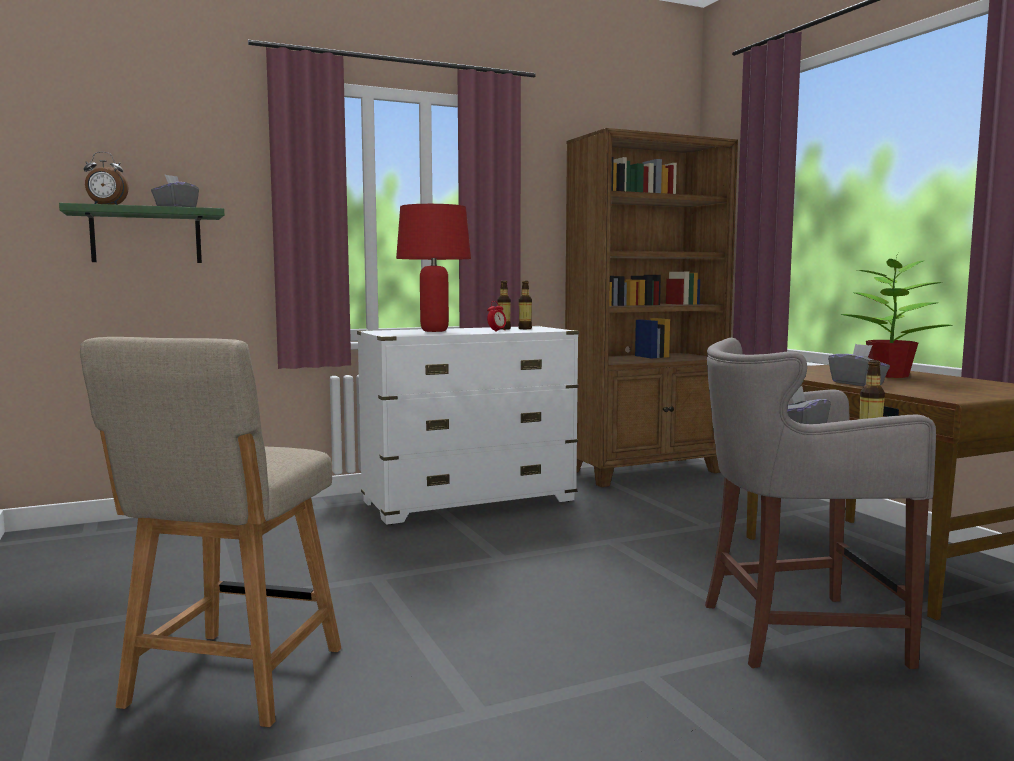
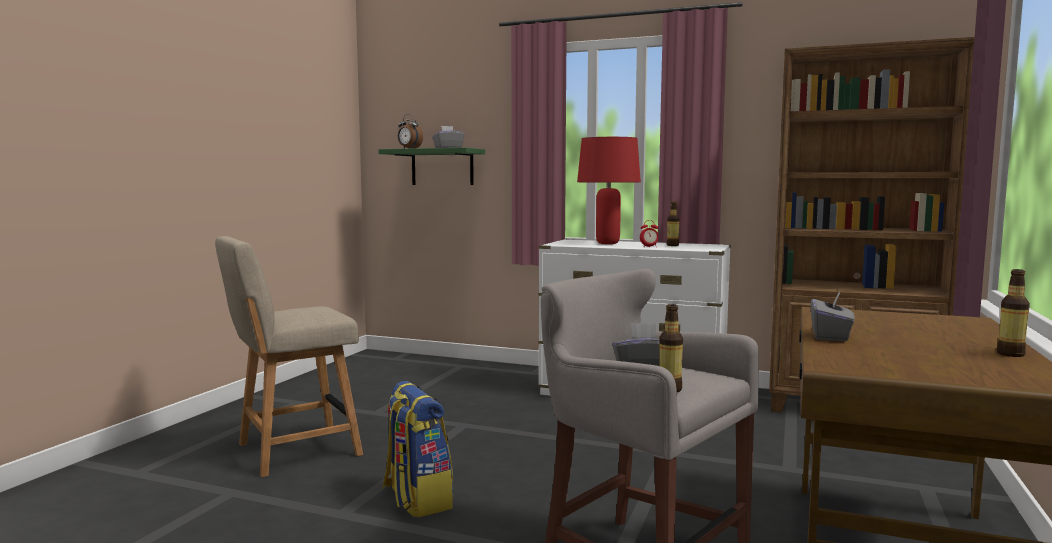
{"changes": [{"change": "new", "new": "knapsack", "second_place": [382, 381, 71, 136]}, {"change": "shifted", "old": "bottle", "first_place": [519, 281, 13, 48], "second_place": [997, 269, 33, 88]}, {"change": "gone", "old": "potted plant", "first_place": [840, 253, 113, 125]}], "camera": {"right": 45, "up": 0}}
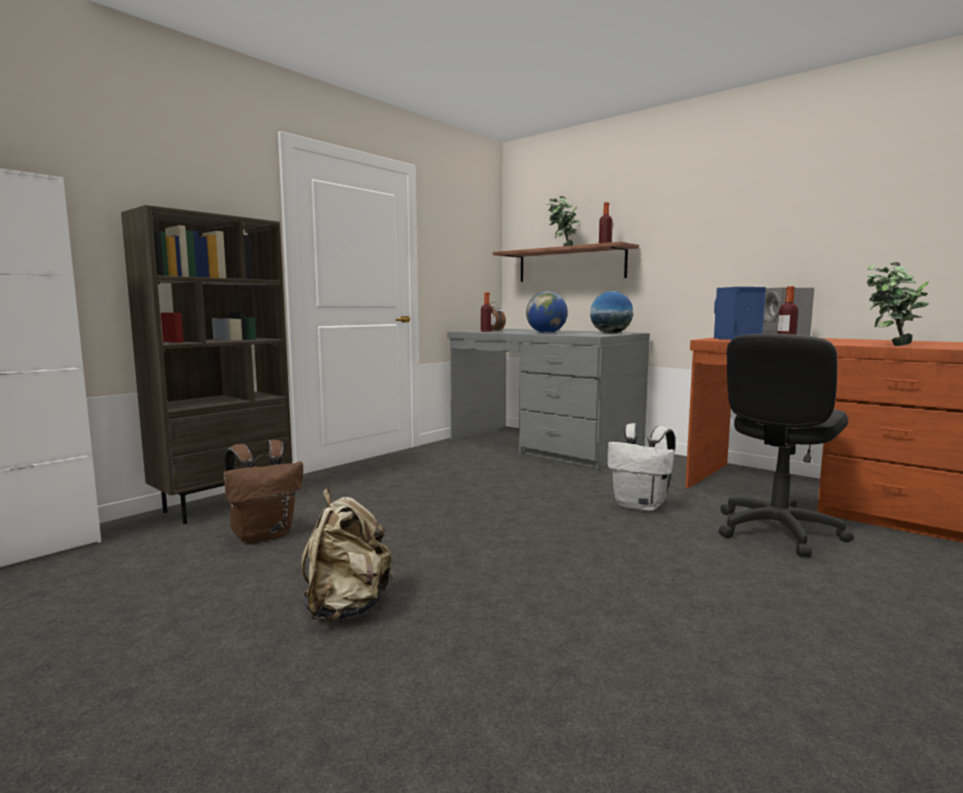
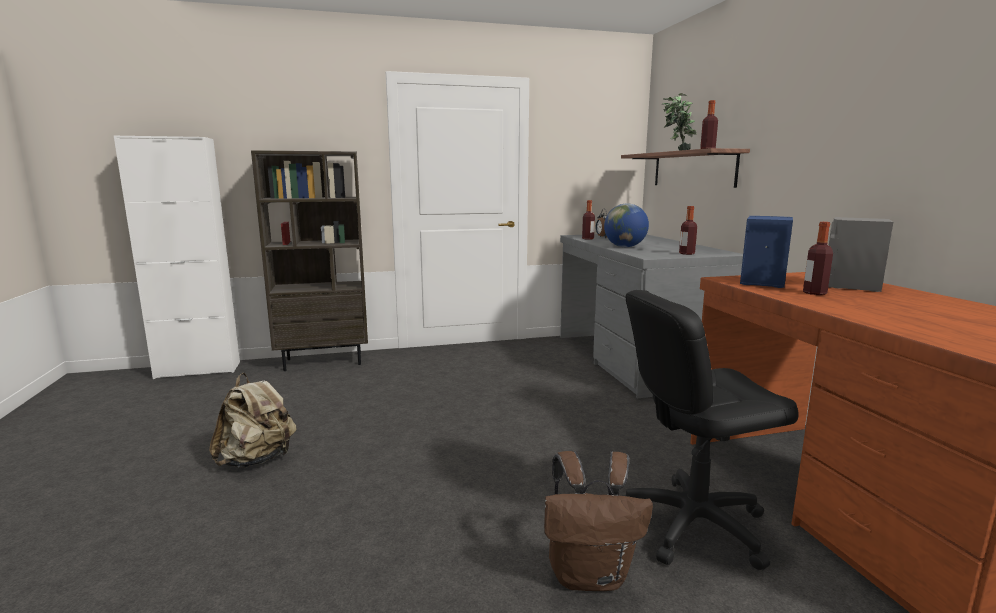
{"changes": [{"change": "shifted", "old": "brownish knapsack", "first_place": [224, 440, 79, 103], "second_place": [544, 451, 109, 140]}, {"change": "swapped", "old": "desk globe", "new": "bottle", "first_place": [590, 291, 43, 43], "second_place": [679, 206, 18, 49]}, {"change": "gone", "old": "whitish knapsack", "first_place": [607, 423, 68, 89]}, {"change": "gone", "old": "potted plant", "first_place": [867, 262, 62, 84]}], "camera": {"right": 35, "up": 5}}
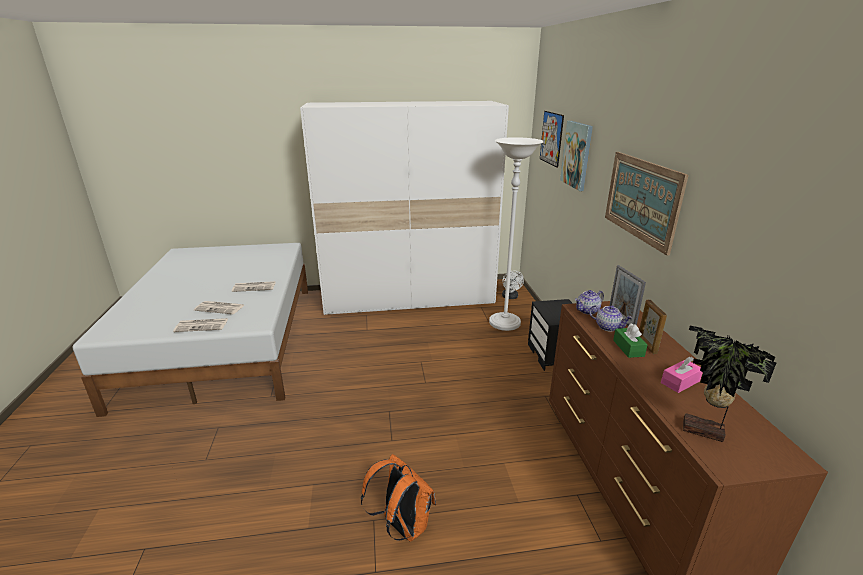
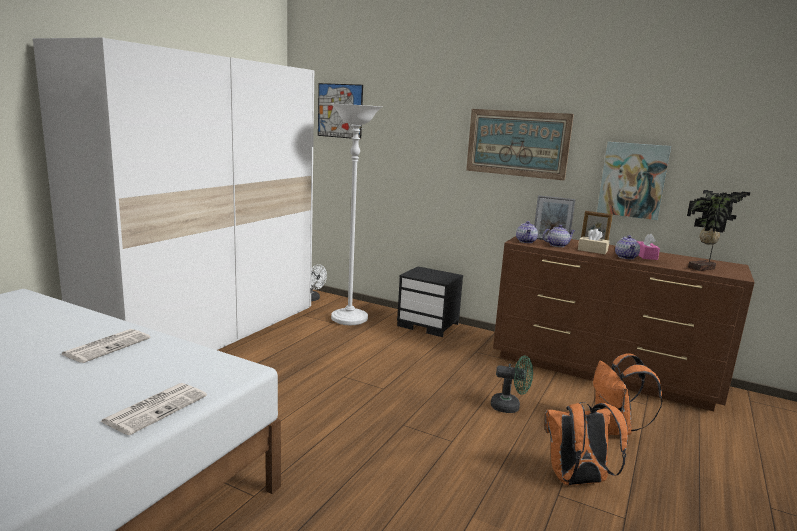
{"changes": [{"change": "new", "new": "green cooling fan", "second_place": [491, 356, 42, 57]}, {"change": "repainted", "old": "green tissue holder", "new": "beige tissue holder", "first_place": [613, 323, 35, 35], "second_place": [578, 228, 31, 26]}, {"change": "new", "new": "orange-coloured knapsack", "second_place": [593, 353, 69, 82]}, {"change": "shifted", "old": "wall art", "first_place": [560, 121, 33, 70], "second_place": [597, 142, 74, 78]}, {"change": "new", "new": "pot for tea", "second_place": [615, 235, 25, 24]}, {"change": "gone", "old": "printed paper", "first_place": [194, 301, 50, 13]}], "camera": {"right": -55, "up": -10}}
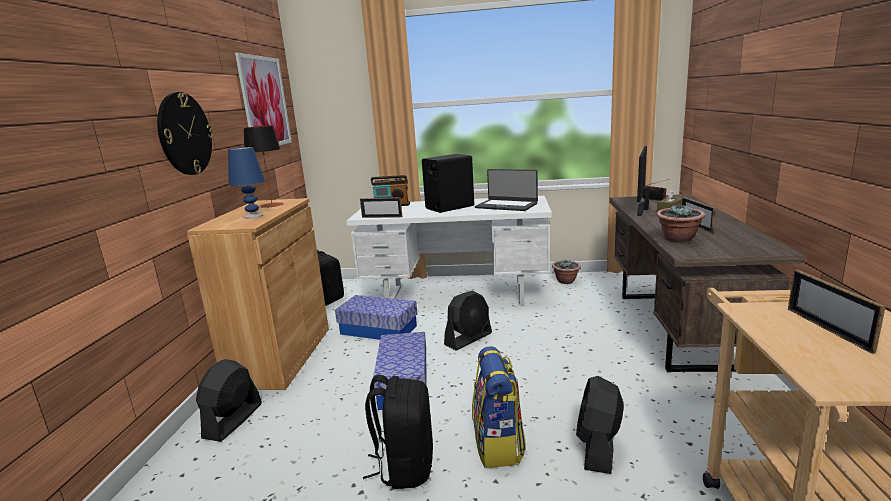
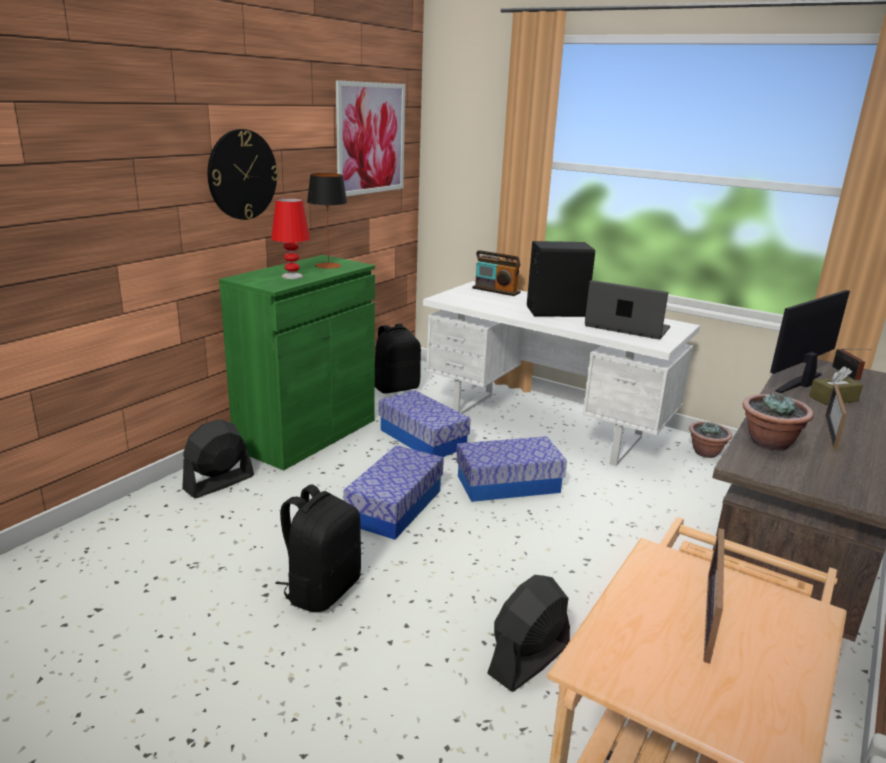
{"changes": [{"change": "repainted", "old": "brownish cabinet", "new": "green cabinet", "first_place": [187, 198, 142, 192], "second_place": [219, 255, 156, 215]}, {"change": "repainted", "old": "bluish lamp for a table", "new": "reddish lamp for a table", "first_place": [228, 147, 37, 72], "second_place": [271, 198, 39, 81]}, {"change": "swapped", "old": "black cooling fan", "new": "storage bin", "first_place": [444, 291, 48, 60], "second_place": [456, 436, 111, 66]}, {"change": "rotated", "old": "laptop", "first_place": [475, 169, 63, 42], "second_place": [585, 280, 85, 60], "degrees": 150}, {"change": "gone", "old": "standing frame", "first_place": [360, 197, 42, 21]}, {"change": "gone", "old": "knapsack", "first_place": [472, 346, 54, 122]}], "camera": {"right": 25, "up": 5}}
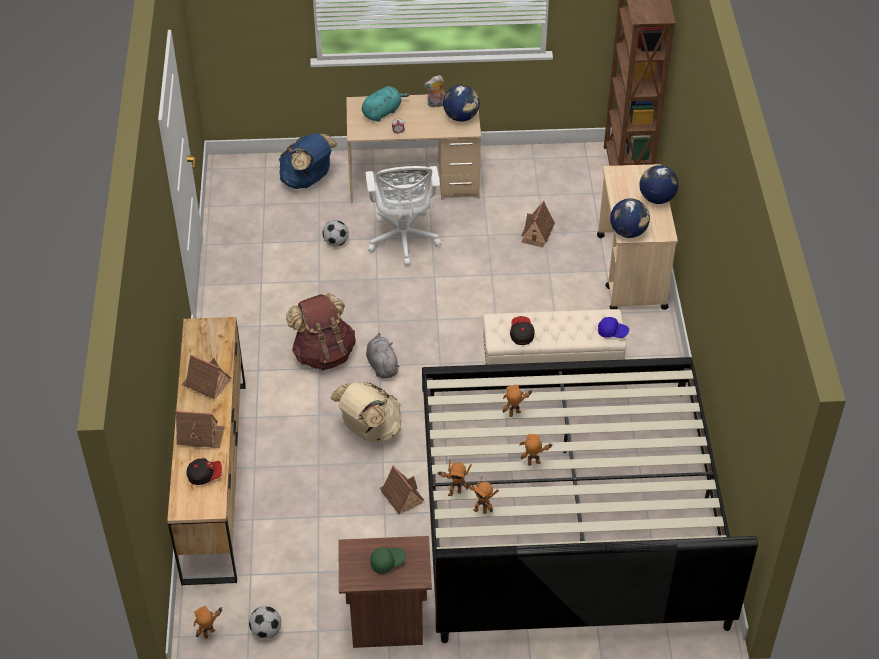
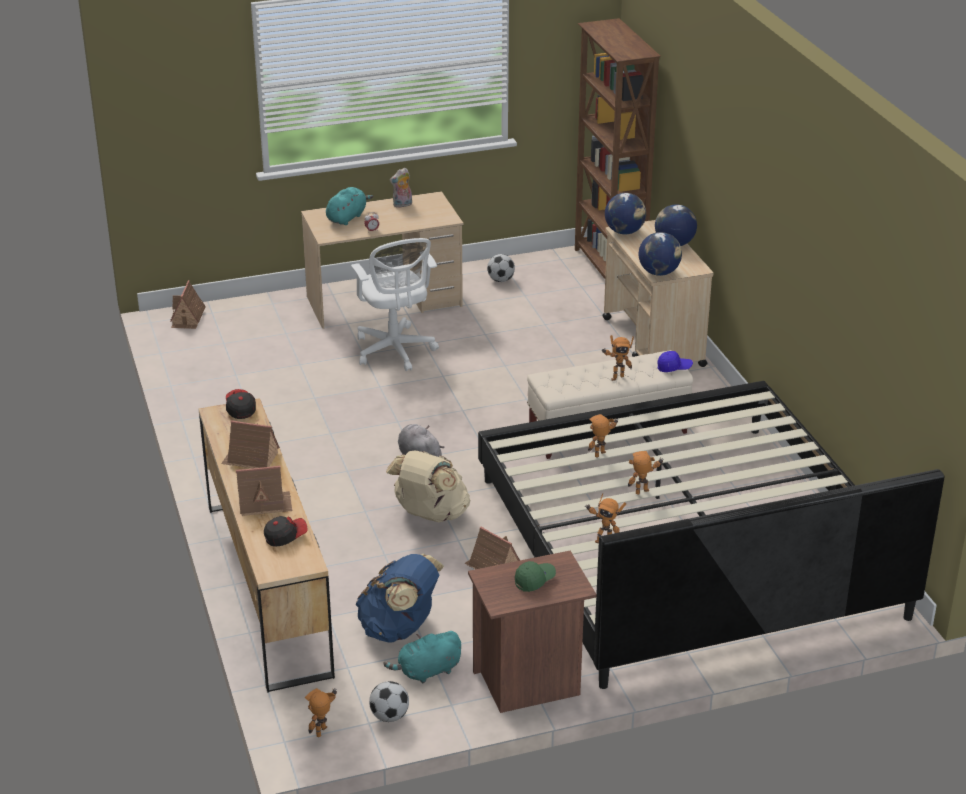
{"changes": [{"change": "shifted", "old": "toy house", "first_place": [521, 200, 34, 48], "second_place": [170, 280, 36, 49]}, {"change": "shifted", "old": "peaked cap", "first_place": [510, 316, 25, 29], "second_place": [226, 389, 30, 30]}, {"change": "shifted", "old": "bluish knapsack", "first_place": [279, 133, 59, 56], "second_place": [355, 554, 89, 88]}, {"change": "new", "new": "blue-green plush toy", "second_place": [383, 631, 78, 52]}, {"change": "shifted", "old": "ball for football", "first_place": [323, 220, 26, 27], "second_place": [487, 254, 28, 28]}, {"change": "shifted", "old": "toy robot", "first_place": [438, 460, 34, 36], "second_place": [601, 335, 33, 46]}, {"change": "shifted", "old": "desk globe", "first_place": [443, 85, 37, 37], "second_place": [605, 193, 41, 41]}, {"change": "gone", "old": "brownish knapsack", "first_place": [286, 293, 70, 77]}], "camera": {"right": -15, "up": -15}}
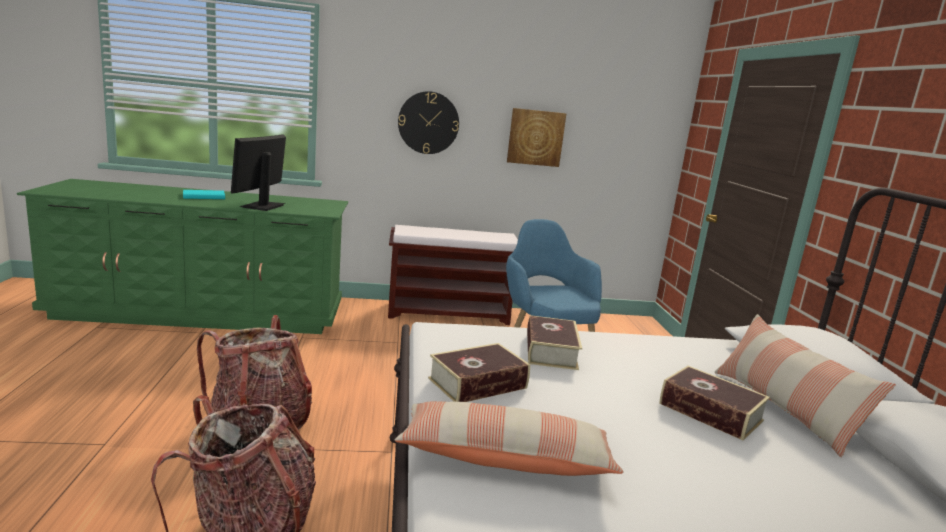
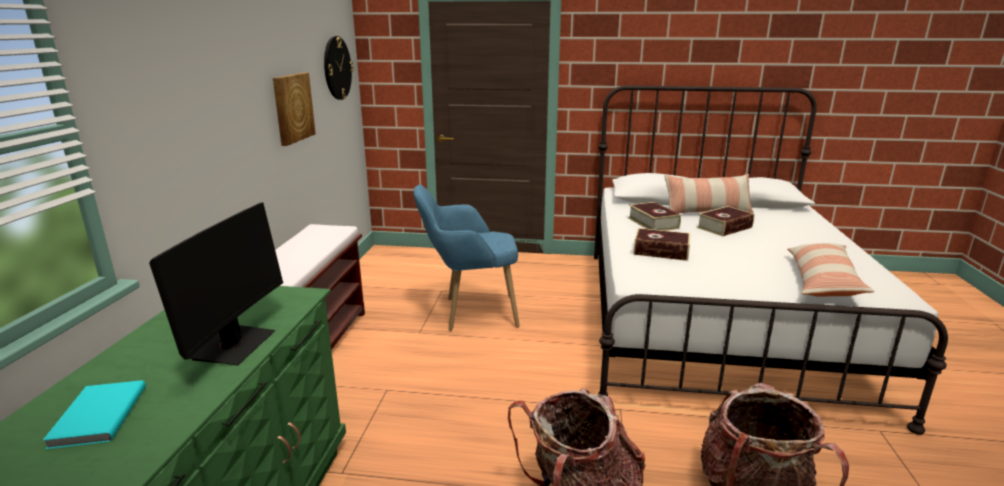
{"changes": [{"change": "rotated", "old": "computer screen", "first_place": [231, 134, 55, 77], "second_place": [149, 202, 134, 164], "degrees": -105}, {"change": "shifted", "old": "hanging clock", "first_place": [398, 91, 61, 63], "second_place": [324, 36, 30, 64]}, {"change": "shifted", "old": "volume", "first_place": [428, 343, 102, 59], "second_place": [628, 202, 53, 29]}], "camera": {"right": -75, "up": 5}}
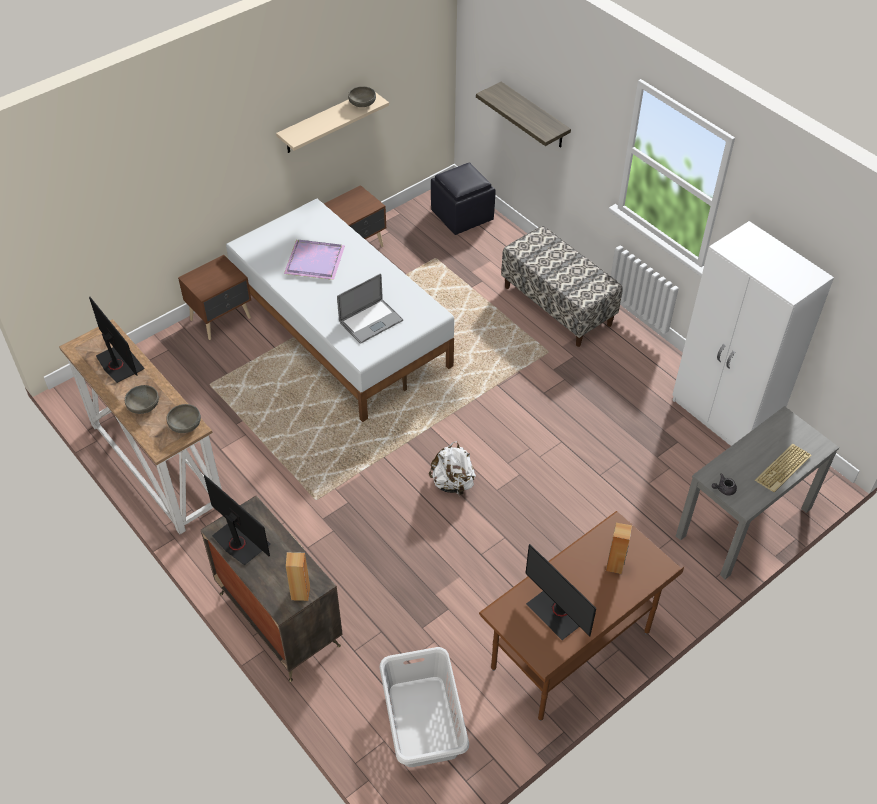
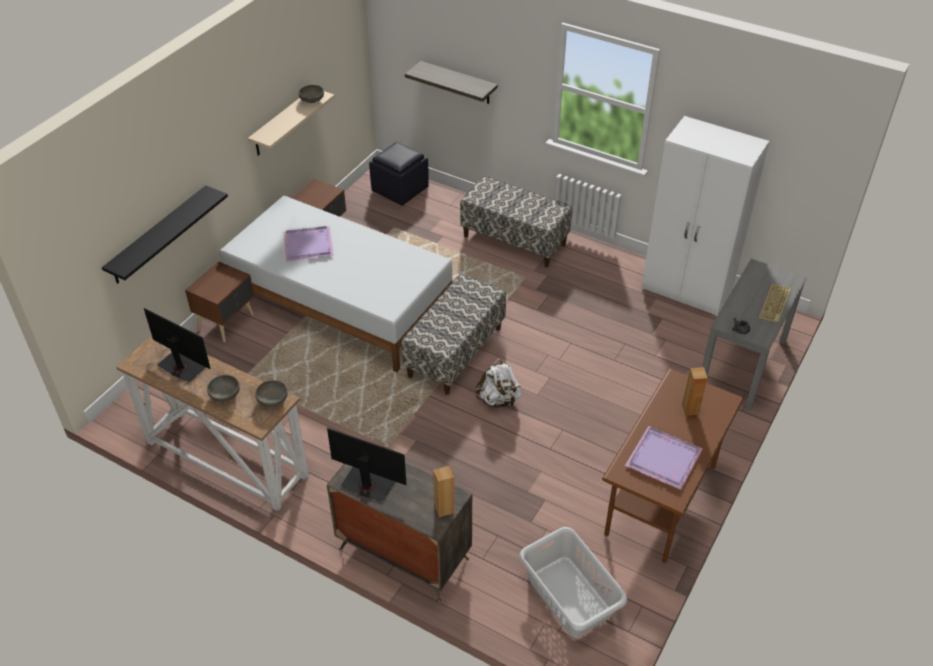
{"changes": [{"change": "new", "new": "black bracket shelf", "second_place": [102, 185, 126, 99]}, {"change": "new", "new": "bench", "second_place": [401, 274, 105, 121]}, {"change": "swapped", "old": "computer screen", "new": "purplish serving tray", "first_place": [526, 544, 70, 96], "second_place": [625, 426, 78, 64]}, {"change": "gone", "old": "laptop", "first_place": [337, 273, 66, 71]}], "camera": {"right": -20, "up": -5}}
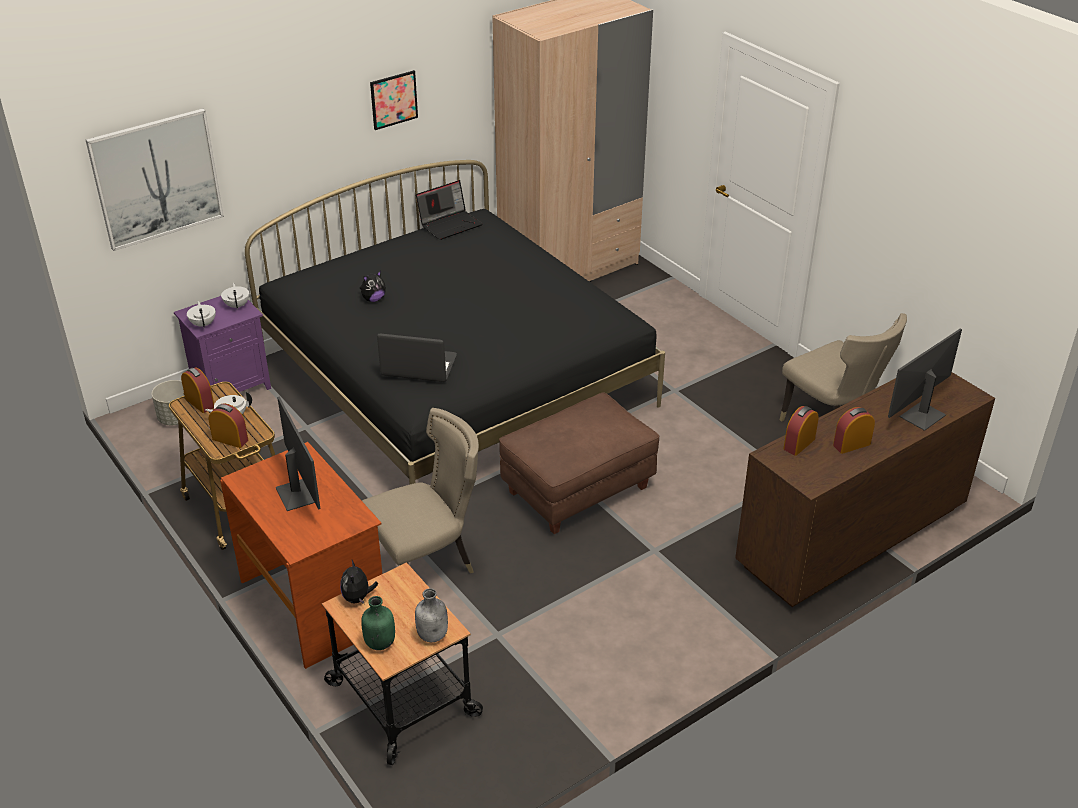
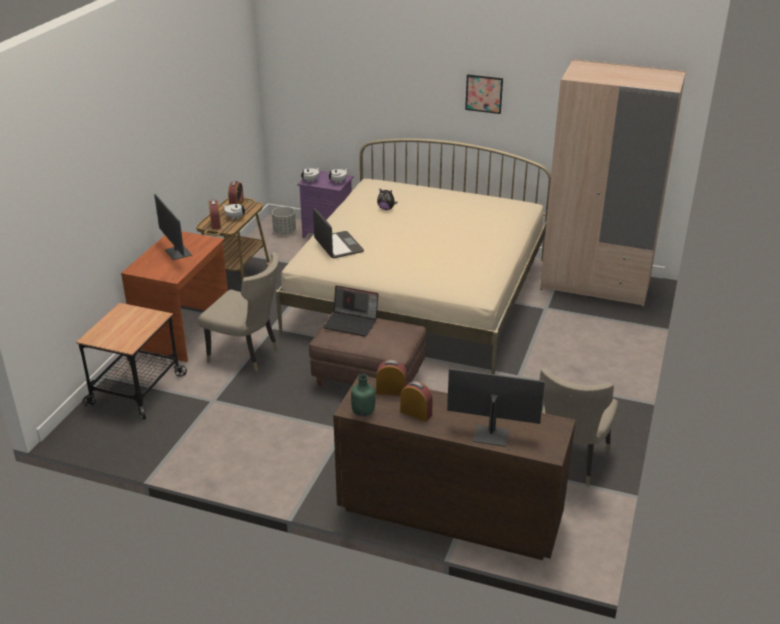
{"changes": [{"change": "rotated", "old": "computer screen", "first_place": [276, 396, 44, 115], "second_place": [154, 194, 38, 66], "degrees": 120}, {"change": "repainted", "old": "black sleeping bed", "new": "beige sleeping bed", "first_place": [245, 160, 420, 324], "second_place": [276, 139, 275, 235]}, {"change": "shifted", "old": "laptop", "first_place": [416, 180, 67, 60], "second_place": [323, 286, 56, 51]}, {"change": "shifted", "old": "green bottle", "first_place": [361, 596, 34, 54], "second_place": [351, 373, 24, 43]}, {"change": "gone", "old": "wall art", "first_place": [86, 108, 138, 143]}, {"change": "gone", "old": "plush toy", "first_place": [340, 560, 38, 44]}, {"change": "gone", "old": "grey bottle", "first_place": [415, 588, 33, 54]}], "camera": {"right": 55, "up": -5}}
